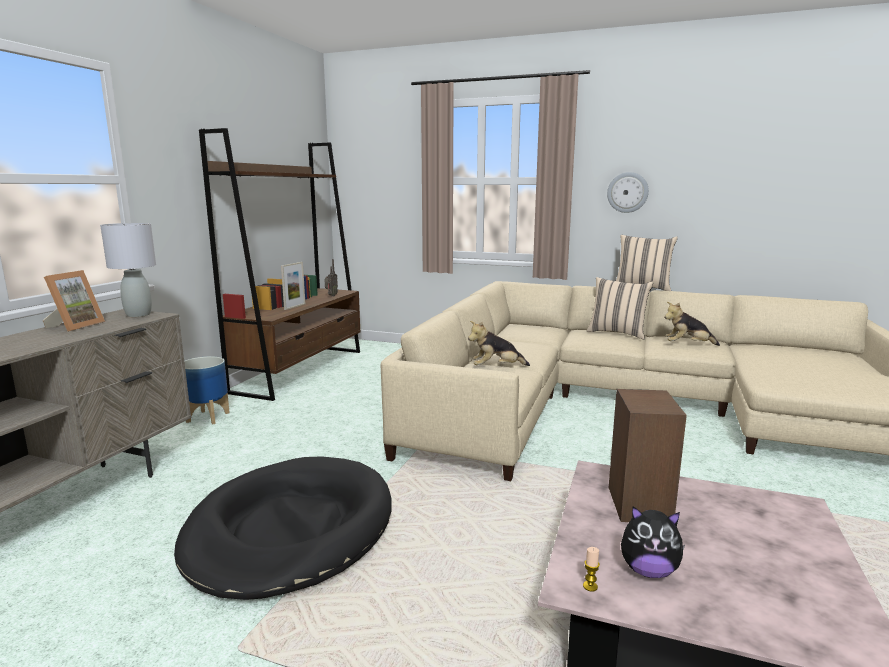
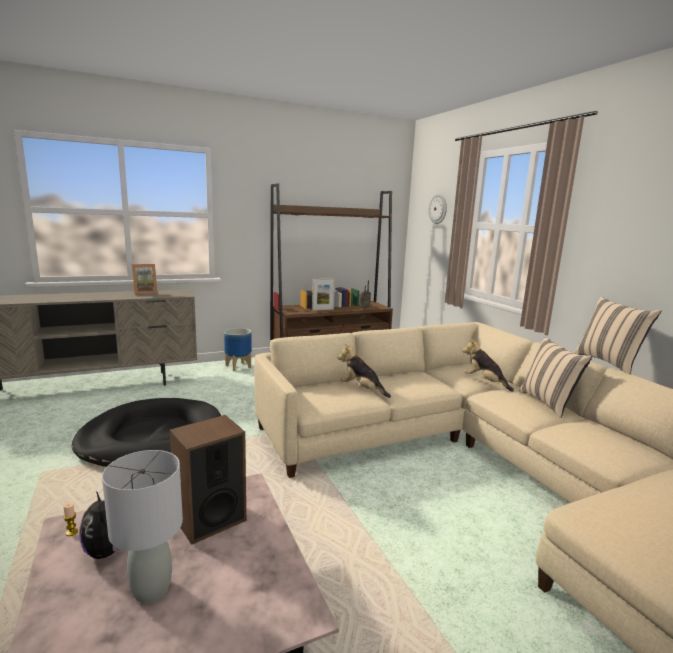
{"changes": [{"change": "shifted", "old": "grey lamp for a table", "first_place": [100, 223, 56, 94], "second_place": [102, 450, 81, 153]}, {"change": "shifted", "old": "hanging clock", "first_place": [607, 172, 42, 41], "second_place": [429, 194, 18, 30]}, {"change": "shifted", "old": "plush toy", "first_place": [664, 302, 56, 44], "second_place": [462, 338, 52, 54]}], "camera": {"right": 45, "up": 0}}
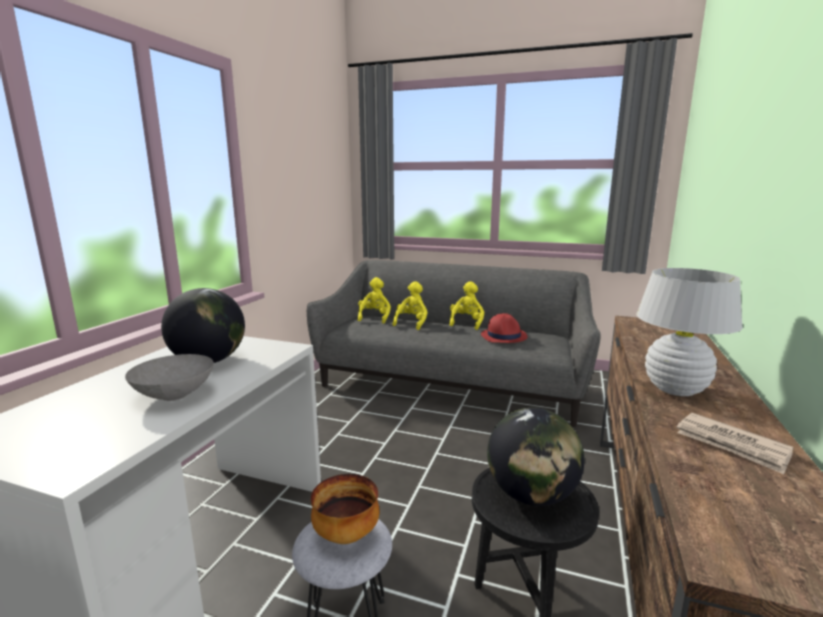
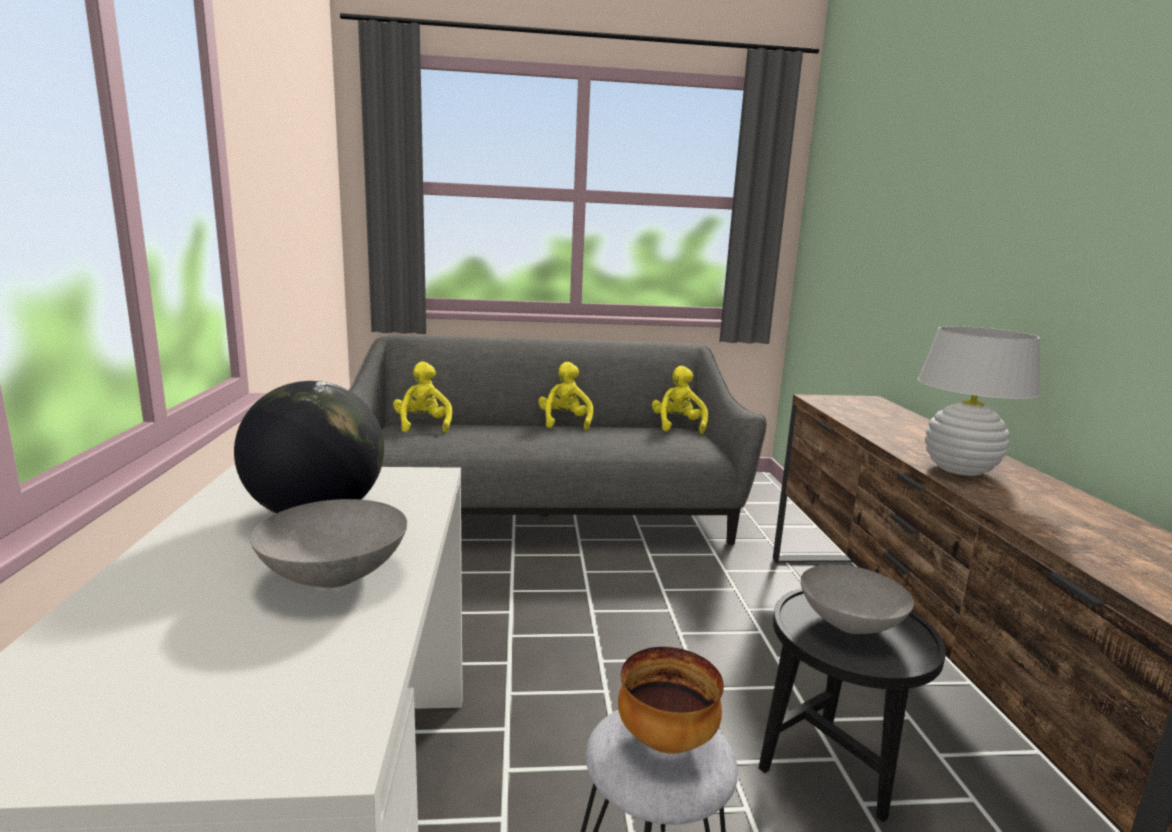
{"changes": [{"change": "shifted", "old": "yellowish plush toy", "first_place": [393, 281, 35, 49], "second_place": [652, 366, 56, 68]}, {"change": "swapped", "old": "desk globe", "new": "grey bowl", "first_place": [487, 407, 97, 99], "second_place": [800, 564, 114, 70]}, {"change": "gone", "old": "reddish wearable hat", "first_place": [481, 313, 47, 30]}, {"change": "gone", "old": "printed paper", "first_place": [676, 413, 118, 61]}], "camera": {"right": -25, "up": 0}}
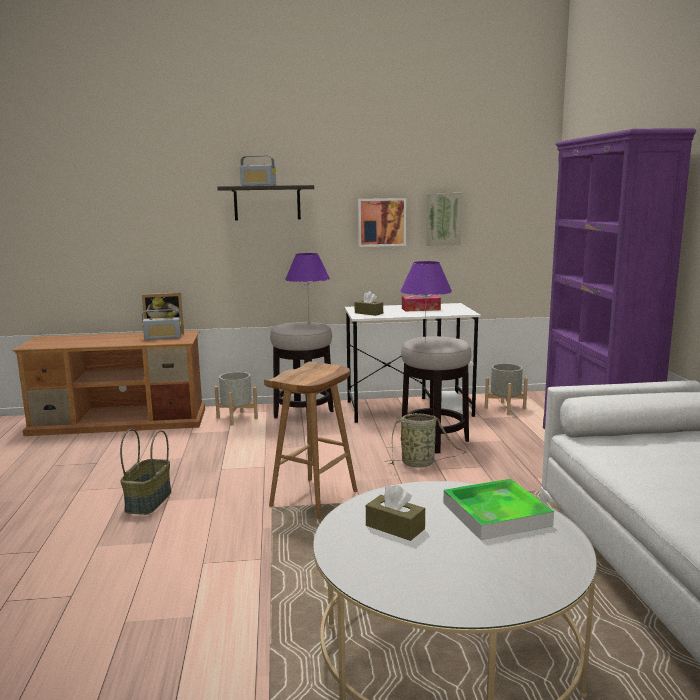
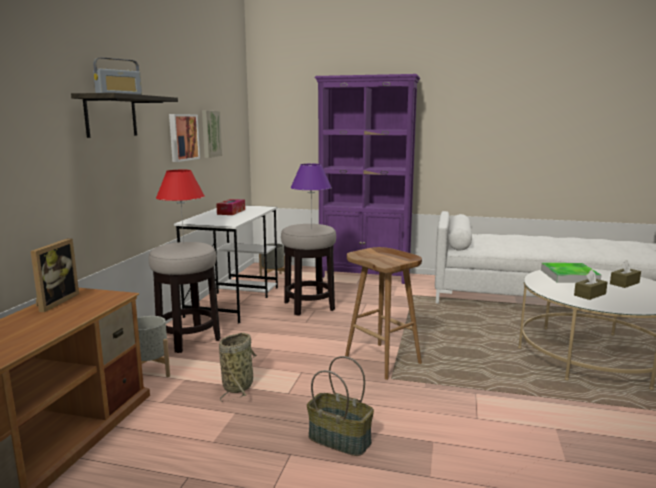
{"changes": [{"change": "repainted", "old": "purplish lamp for a table", "new": "reddish lamp for a table", "first_place": [285, 253, 45, 64], "second_place": [156, 170, 49, 73]}, {"change": "shifted", "old": "storage basket", "first_place": [384, 413, 82, 55], "second_place": [219, 333, 38, 69]}, {"change": "shifted", "old": "brownish tissue holder", "first_place": [355, 291, 28, 25], "second_place": [610, 260, 31, 28]}, {"change": "gone", "old": "radio set", "first_place": [142, 309, 39, 31]}], "camera": {"right": -70, "up": 0}}
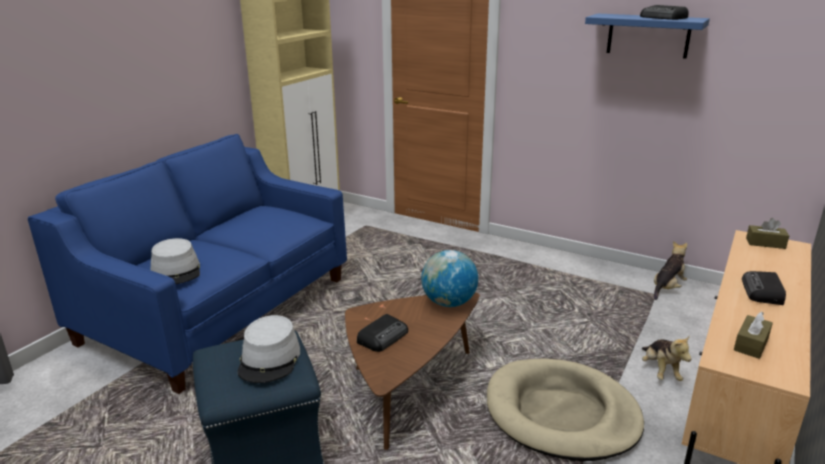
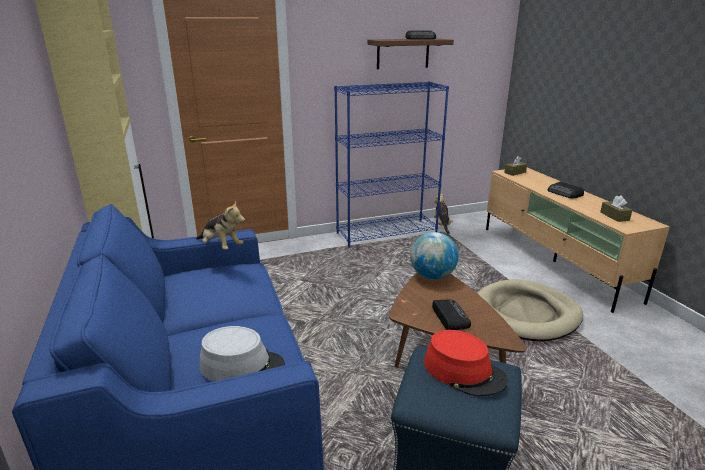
{"changes": [{"change": "shifted", "old": "plush toy", "first_place": [642, 335, 49, 46], "second_place": [196, 202, 49, 48]}, {"change": "new", "new": "bluish shelving unit", "second_place": [334, 81, 115, 166]}, {"change": "repainted", "old": "bluish bracket shelf", "new": "brownish bracket shelf", "first_place": [585, 14, 125, 45], "second_place": [367, 38, 87, 31]}, {"change": "repainted", "old": "grey wearable hat", "new": "reddish wearable hat", "first_place": [238, 315, 62, 68], "second_place": [424, 330, 84, 66]}], "camera": {"right": -50, "up": 0}}
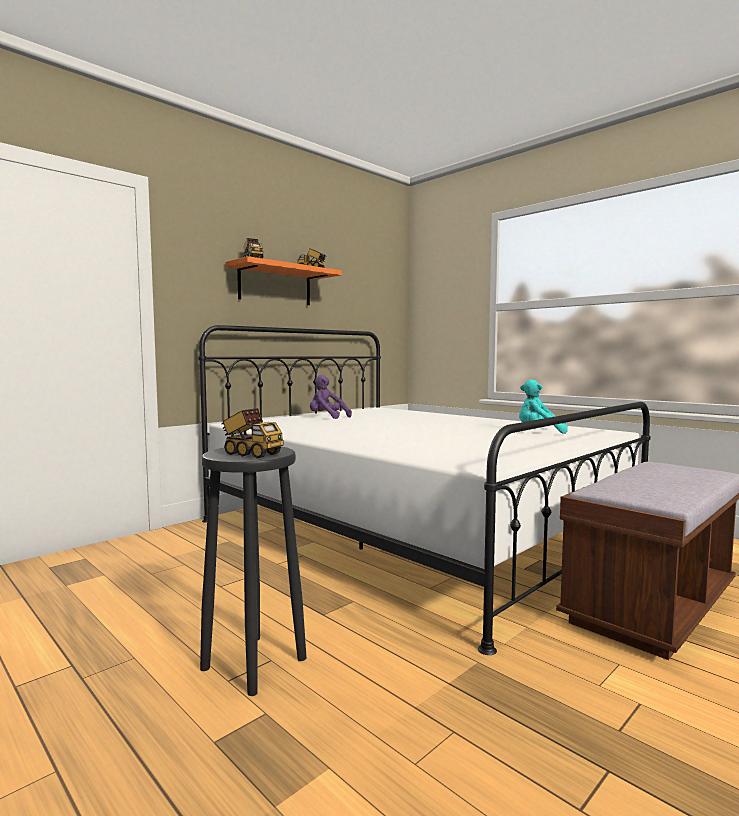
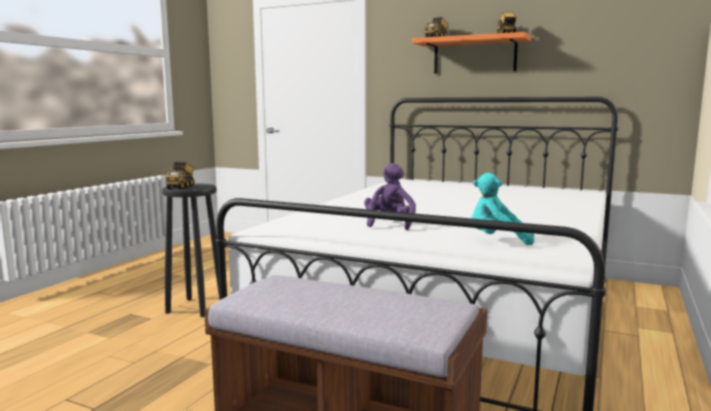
{"changes": [{"change": "shifted", "old": "purplish plush toy", "first_place": [310, 375, 42, 44], "second_place": [364, 163, 52, 67]}, {"change": "rotated", "old": "blue-green plush toy", "first_place": [519, 379, 49, 54], "second_place": [472, 172, 62, 73], "degrees": -75}], "camera": {"right": 70, "up": 5}}
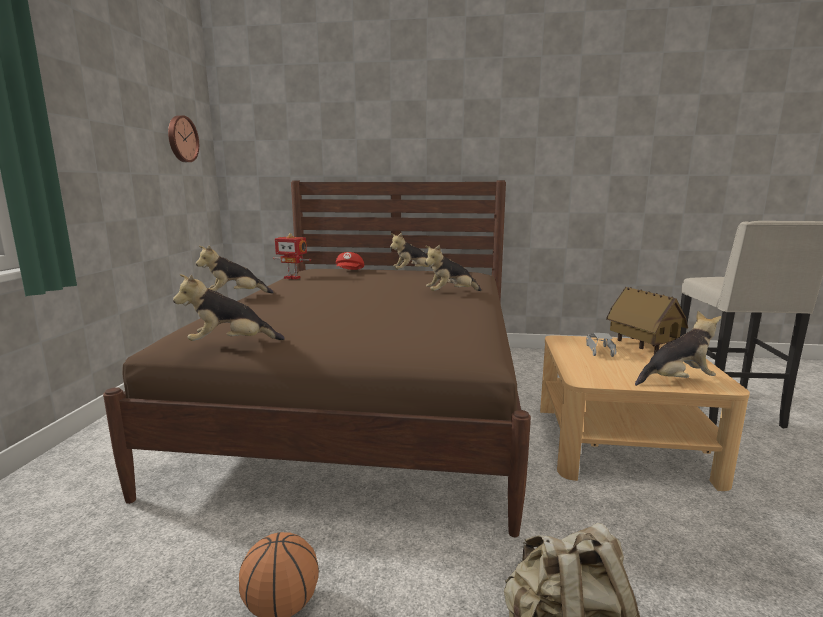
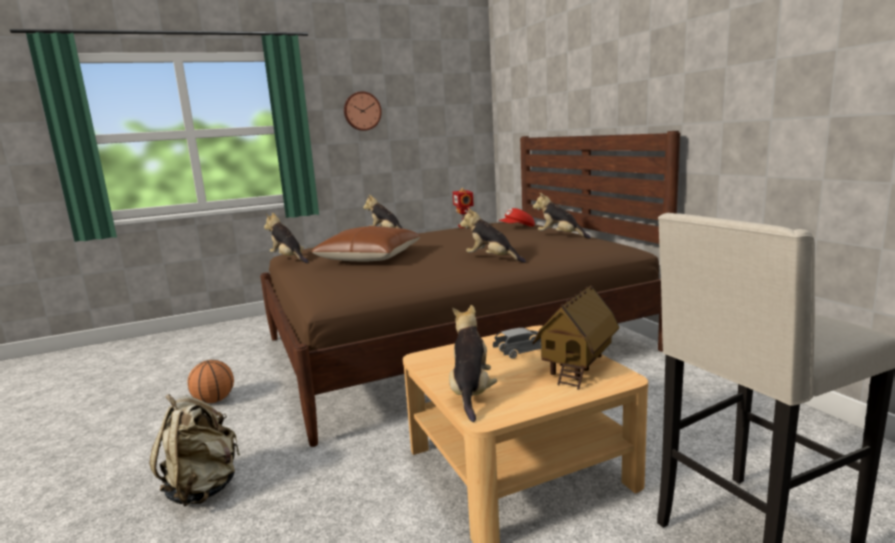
{"changes": [{"change": "new", "new": "brownish pillow", "second_place": [312, 226, 109, 35]}, {"change": "shifted", "old": "hanging clock", "first_place": [168, 115, 31, 47], "second_place": [344, 91, 38, 40]}, {"change": "rotated", "old": "plush toy", "first_place": [635, 311, 86, 75], "second_place": [449, 305, 48, 117], "degrees": -135}], "camera": {"right": 60, "up": 0}}
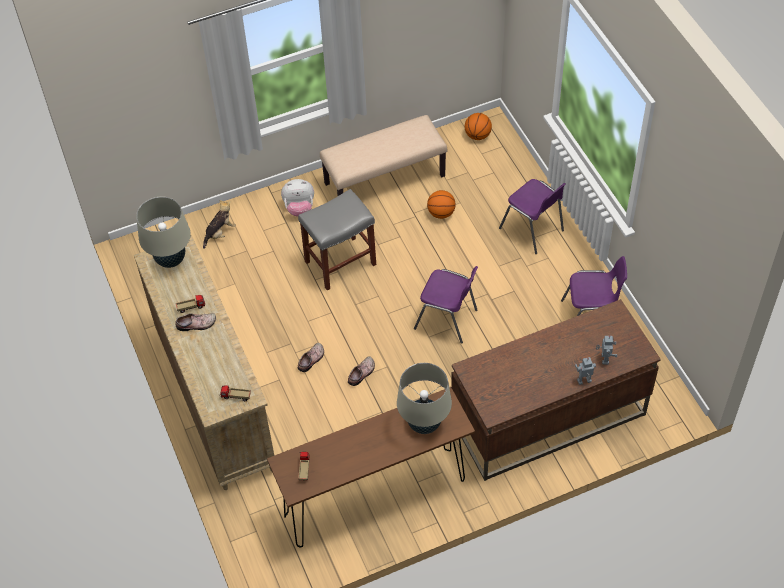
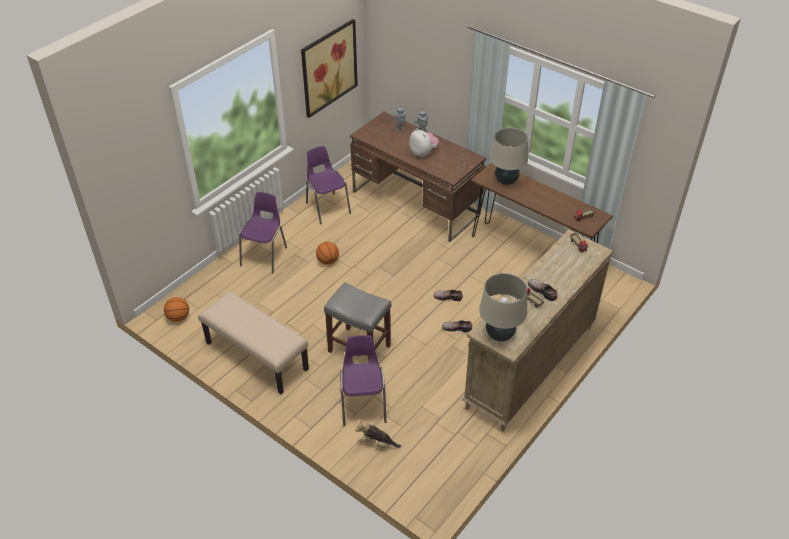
{"changes": [{"change": "new", "new": "wall art", "second_place": [301, 19, 57, 99]}, {"change": "shifted", "old": "basketball ball", "first_place": [427, 190, 29, 29], "second_place": [316, 242, 23, 23]}, {"change": "shifted", "old": "purplish upright chair", "first_place": [414, 266, 64, 78], "second_place": [340, 335, 46, 91]}, {"change": "shifted", "old": "plush toy", "first_place": [281, 179, 33, 38], "second_place": [409, 128, 30, 30]}], "camera": {"right": -120, "up": -10}}
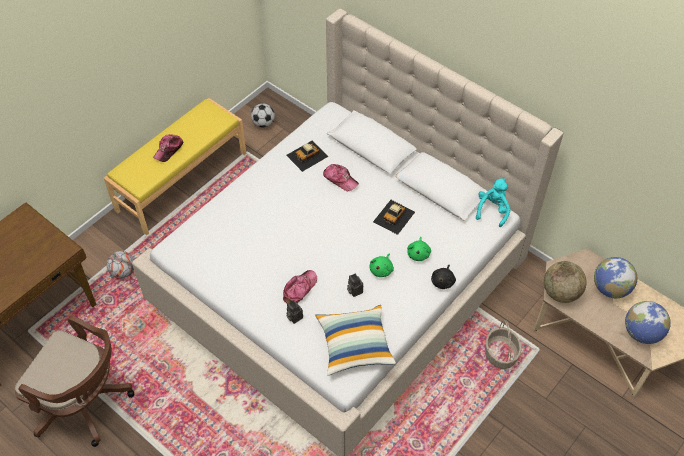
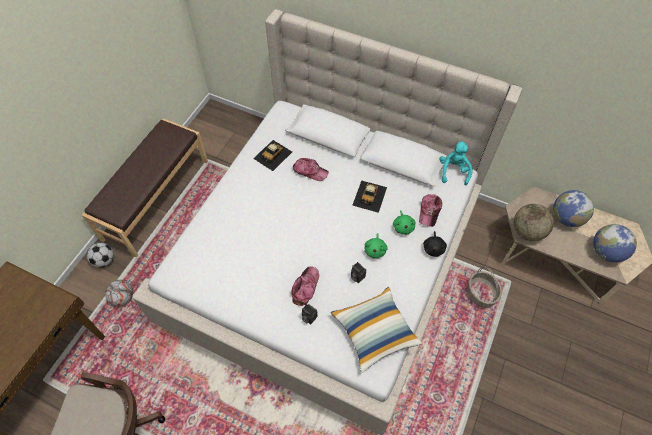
{"changes": [{"change": "repainted", "old": "yellowish bench", "new": "brownish bench", "first_place": [104, 98, 142, 137], "second_place": [82, 118, 126, 139]}, {"change": "shifted", "old": "ball for football", "first_place": [251, 103, 24, 25], "second_place": [87, 242, 27, 26]}, {"change": "shifted", "old": "peaked cap", "first_place": [153, 134, 31, 28], "second_place": [419, 194, 23, 33]}], "camera": {"right": -15, "up": 5}}
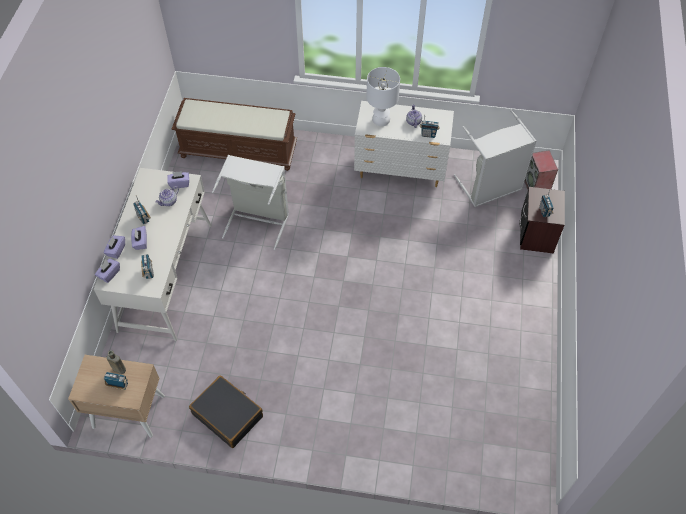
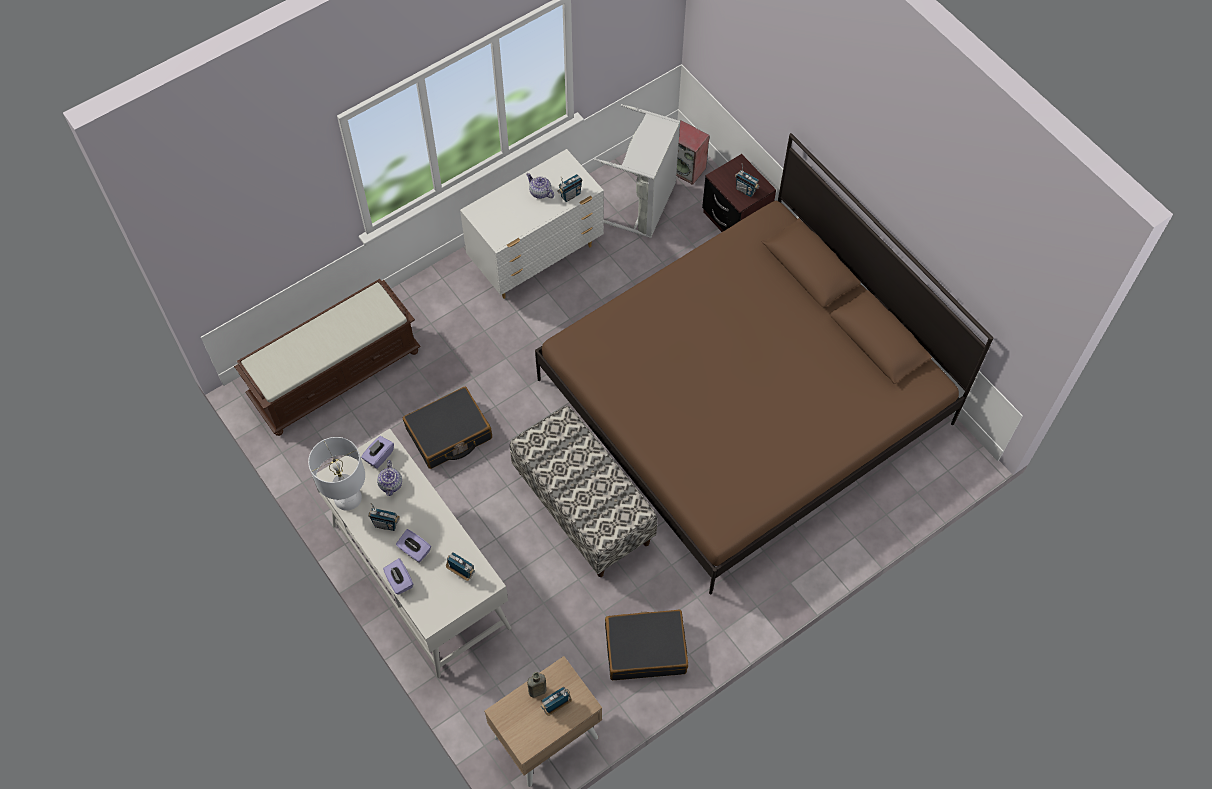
{"changes": [{"change": "shifted", "old": "whitish lamp for a table", "first_place": [366, 67, 34, 59], "second_place": [308, 437, 57, 74]}, {"change": "swapped", "old": "grey laundry basket", "new": "black travel case", "first_place": [212, 155, 77, 95], "second_place": [403, 387, 89, 82]}, {"change": "new", "new": "bench", "second_place": [510, 406, 148, 171]}, {"change": "new", "new": "brownish sleeping bed", "second_place": [535, 133, 458, 462]}, {"change": "gone", "old": "purplish tissue holder", "first_place": [95, 258, 25, 25]}], "camera": {"right": -45, "up": 5}}
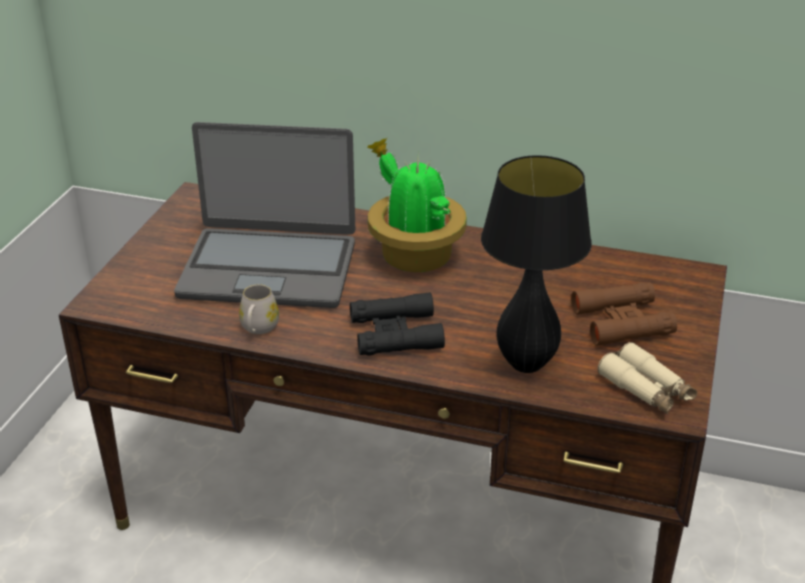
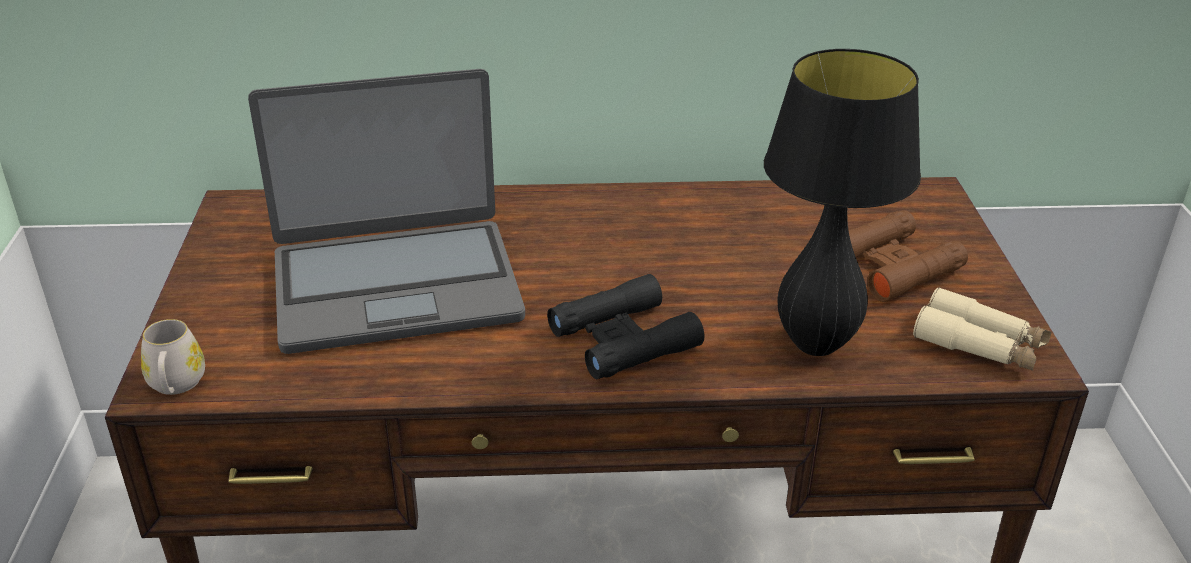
{"changes": [{"change": "shifted", "old": "whitish tea mug", "first_place": [239, 284, 40, 50], "second_place": [141, 319, 64, 76]}, {"change": "gone", "old": "potted plant", "first_place": [367, 138, 100, 134]}], "camera": {"right": -20, "up": 0}}
